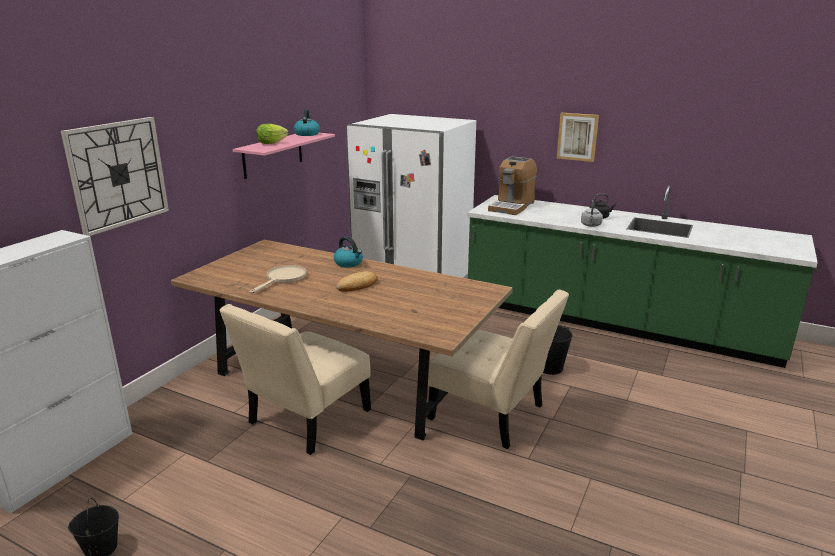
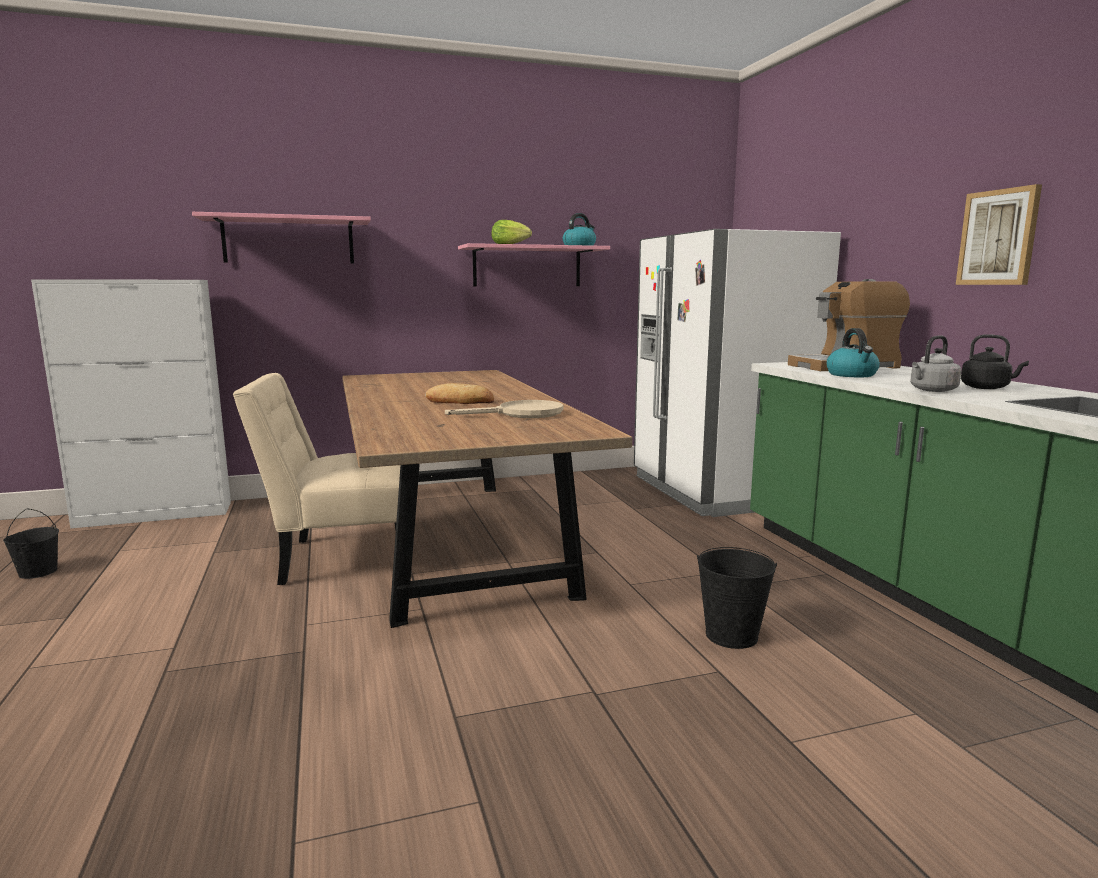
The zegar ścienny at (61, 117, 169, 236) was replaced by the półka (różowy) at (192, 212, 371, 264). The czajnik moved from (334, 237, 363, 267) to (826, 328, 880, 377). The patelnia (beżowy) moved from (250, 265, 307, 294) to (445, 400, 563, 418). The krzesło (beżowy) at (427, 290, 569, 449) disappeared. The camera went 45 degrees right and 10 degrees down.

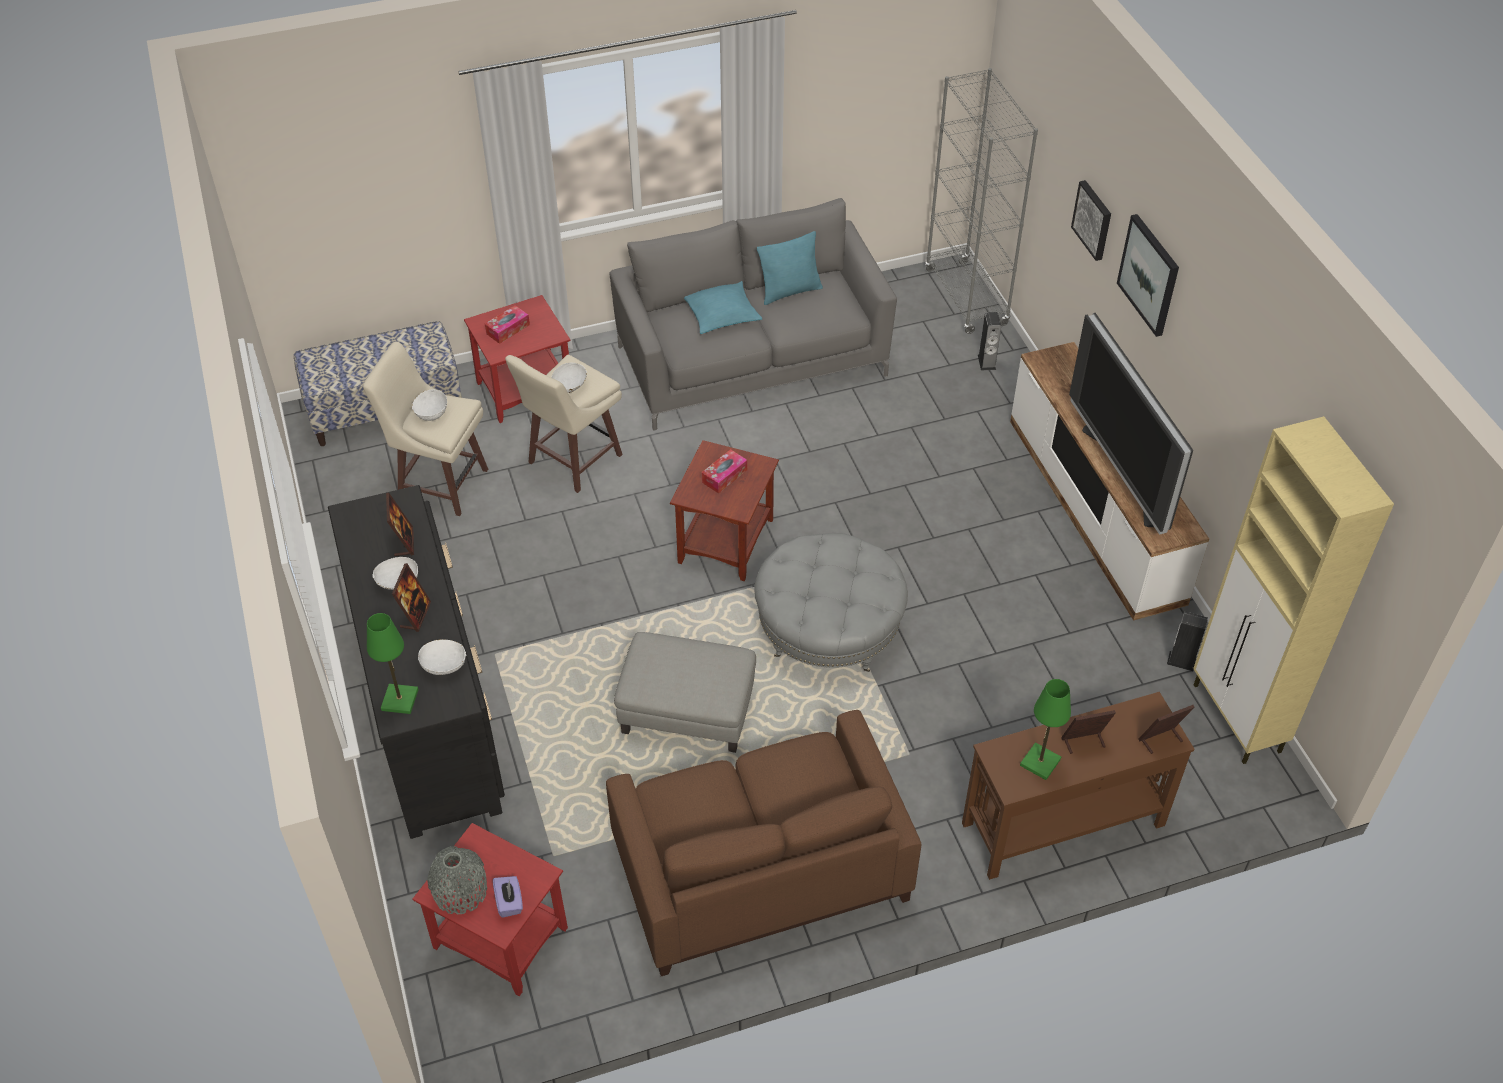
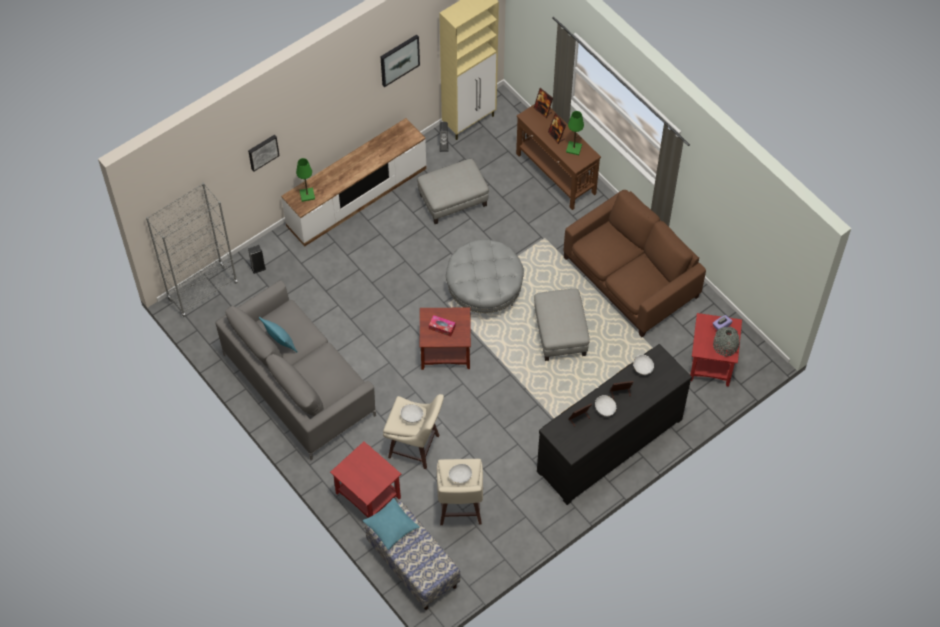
The obraz moved from (1117, 214, 1179, 337) to (380, 35, 420, 87). The poduszka (turkusowy) moved from (684, 281, 762, 334) to (363, 498, 419, 550). The pudełko chusteczek at (485, 305, 530, 344) disappeared. The telewizor at (1069, 313, 1193, 535) disappeared. The lampa stołowa (zielony) moved from (367, 613, 419, 714) to (296, 158, 315, 202). The pufa (szary) at (417, 159, 489, 224) appeared. The camera went 110 degrees left and 10 degrees up.

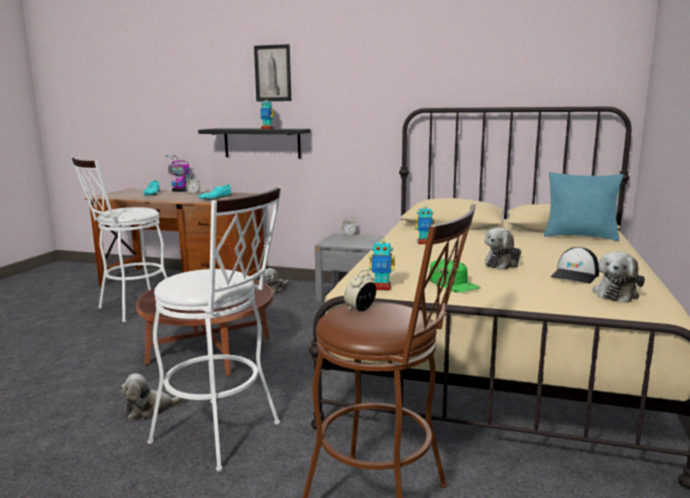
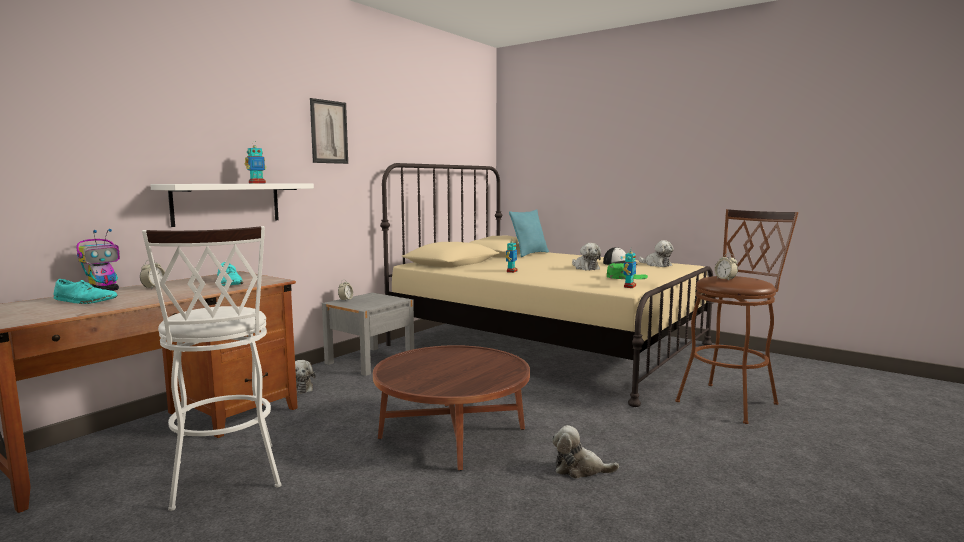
The obraz moved from (254, 44, 291, 101) to (310, 98, 348, 164). The półka (czarny) at (198, 129, 310, 159) became the półka (biały) at (150, 183, 314, 227). The stołek (biały) at (147, 187, 282, 471) disappeared. The pluszak at (120, 374, 185, 420) turned 105 degrees clockwise. The camera went 70 degrees left and 5 degrees down.

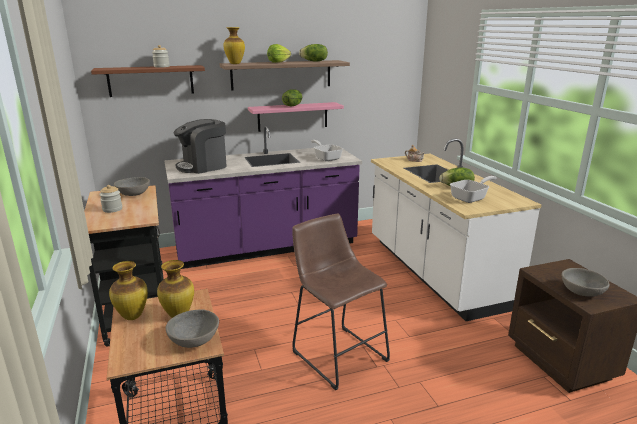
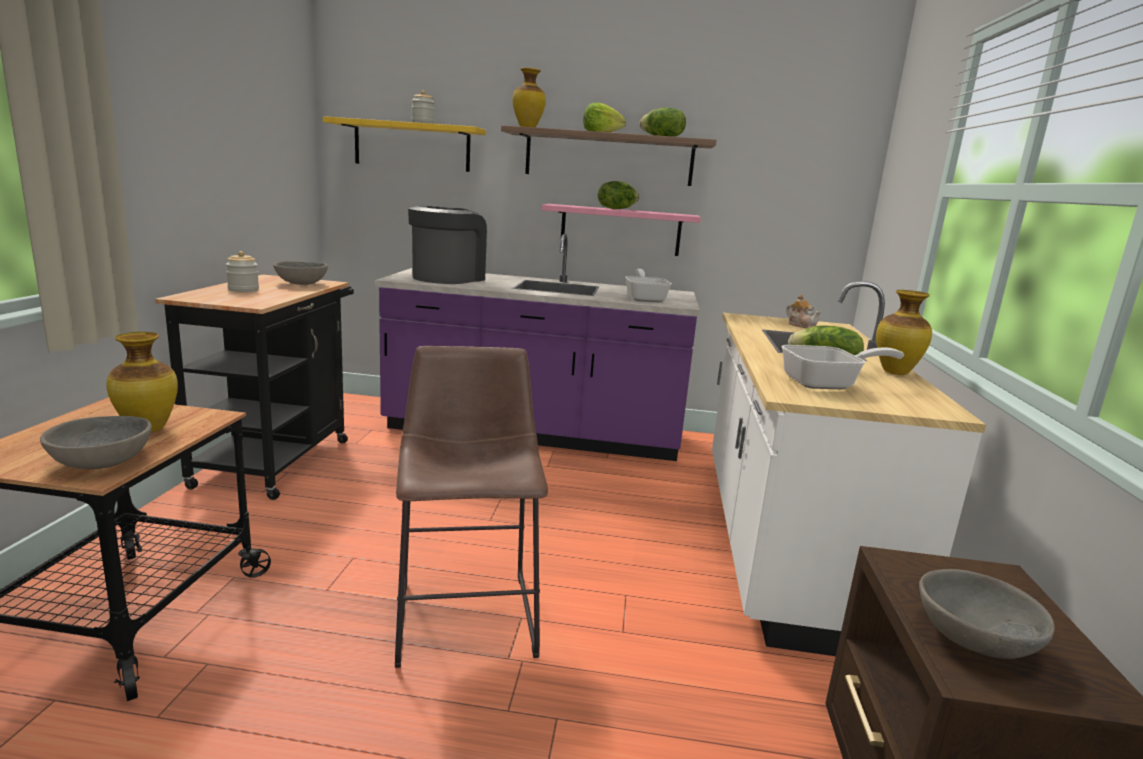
The półka (brązowy) at (91, 65, 205, 97) became the półka (żółty) at (323, 116, 486, 172). The ekspres do kawy at (174, 119, 226, 174) turned 120 degrees clockwise. The wazon moved from (109, 261, 148, 320) to (876, 290, 932, 375). The camera went 25 degrees right and 5 degrees down.

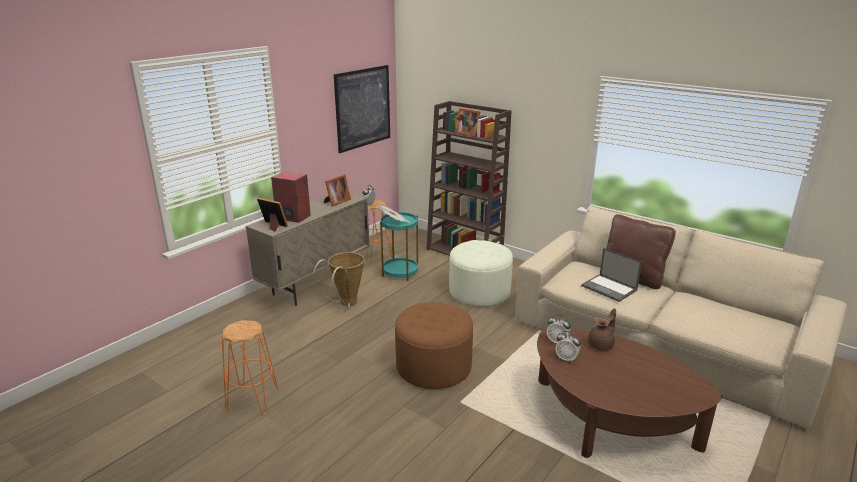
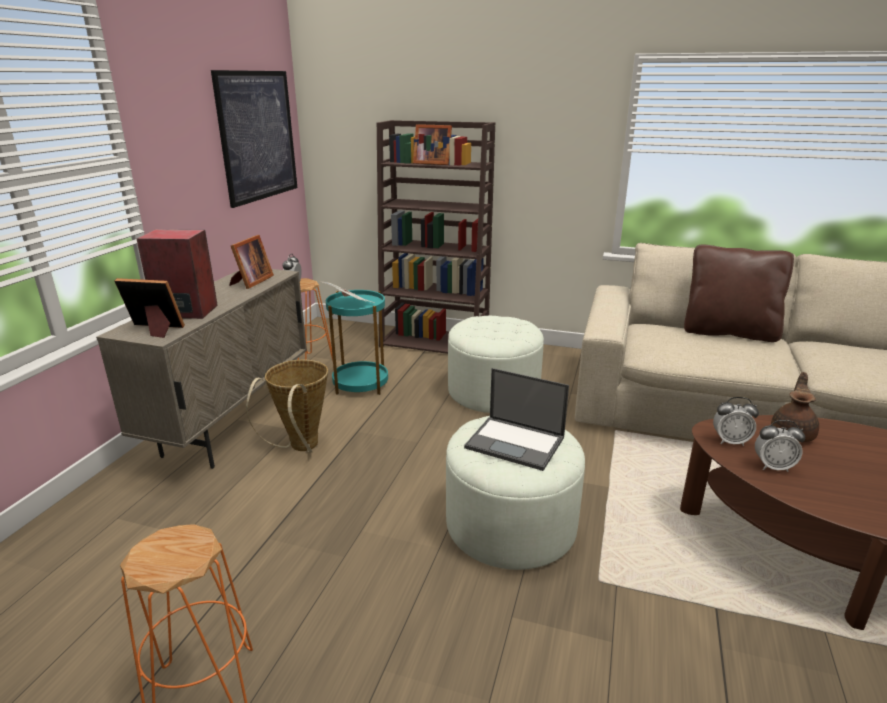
The laptop moved from (581, 248, 642, 302) to (464, 368, 569, 471). The pufa (brązowy) at (395, 302, 473, 389) became the pufa (biały) at (446, 416, 585, 570). The camera went 20 degrees left and 0 degrees up.

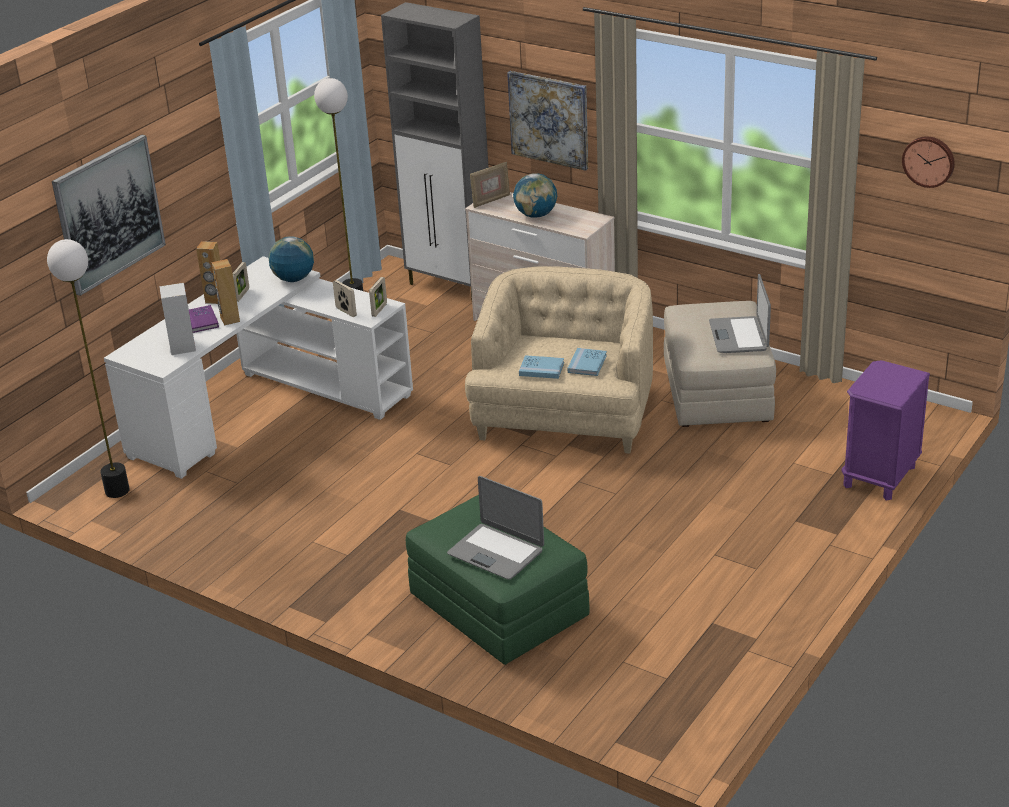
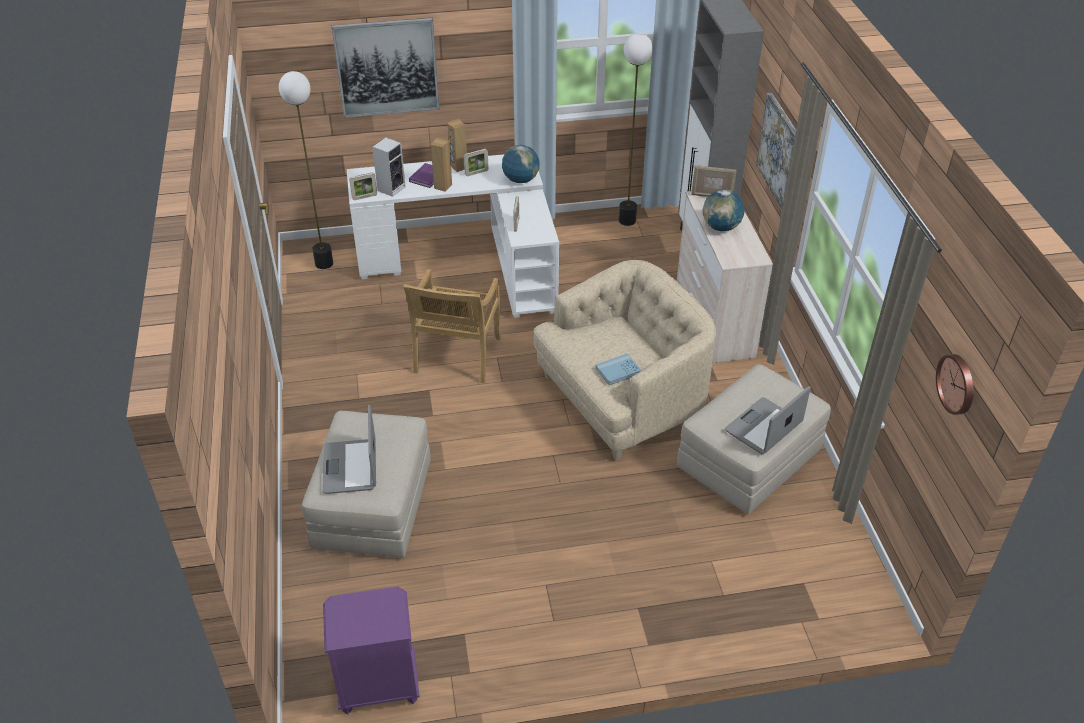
The ramka na zdjęcie moved from (369, 277, 387, 317) to (349, 173, 377, 200). The książka (niebieski) at (519, 355, 564, 379) disappeared. The szafka nocna (fioletowy) moved from (841, 360, 930, 500) to (323, 587, 420, 715). The pufa (zielony) at (406, 495, 589, 665) became the pufa (beżowy) at (302, 411, 431, 558). The krzesło (beżowy) at (403, 269, 501, 383) appeared. The camera went 45 degrees right and 10 degrees up.

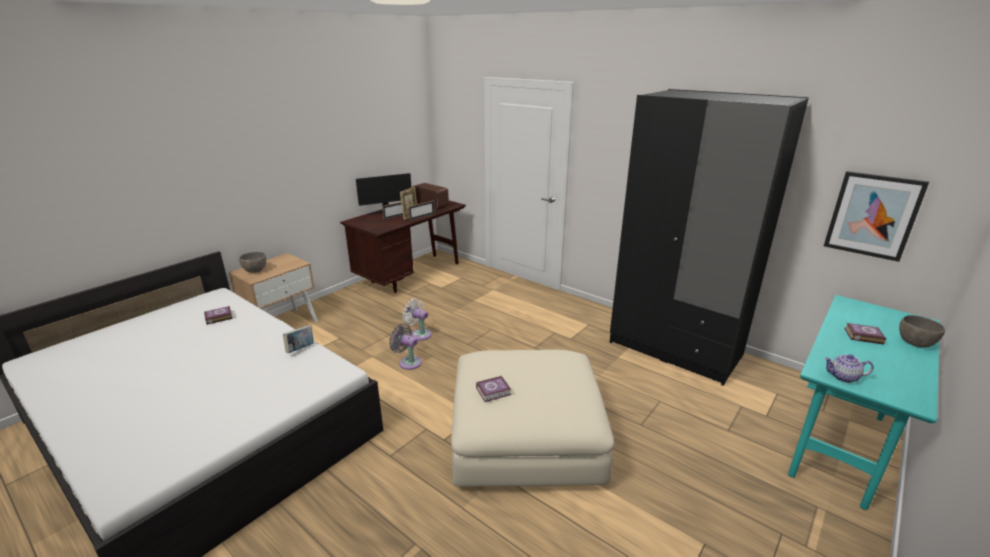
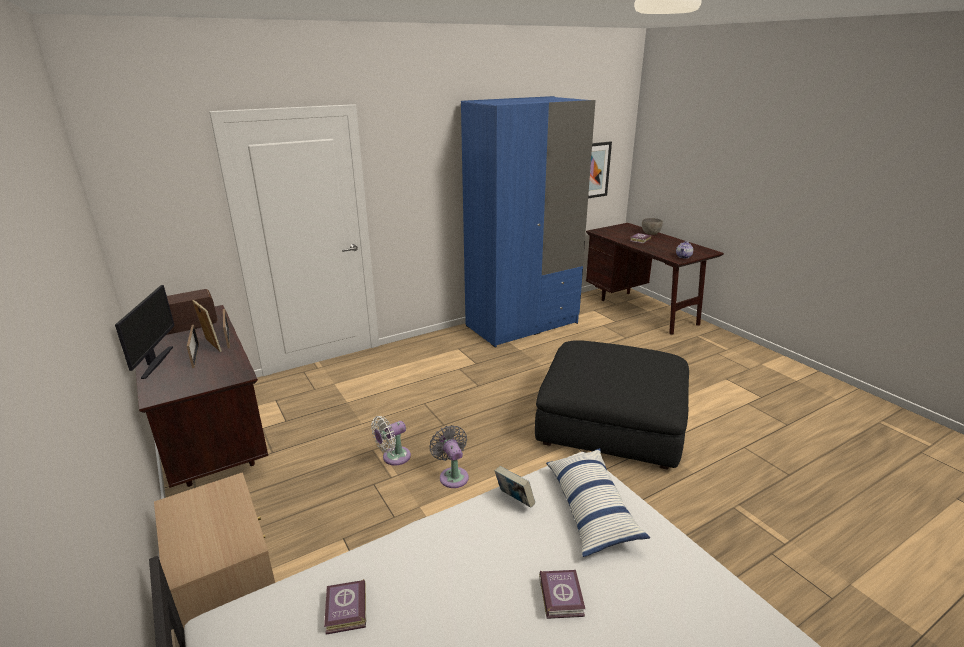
The szafa (czarny) at (609, 89, 809, 386) became the szafa (niebieski) at (461, 96, 596, 348). The miska (szary) at (239, 252, 266, 273) disappeared. The biurko (turkusowy) at (788, 295, 940, 510) became the biurko (brązowy) at (586, 223, 724, 335). The wentylator (szary) at (389, 324, 422, 370) turned 105 degrees clockwise. The pufa (beżowy) at (451, 350, 614, 487) became the pufa (czarny) at (535, 340, 689, 470). The książka moved from (476, 376, 511, 402) to (539, 570, 585, 619). The poduszka at (546, 448, 650, 557) appeared. The camera went 70 degrees left and 0 degrees up.

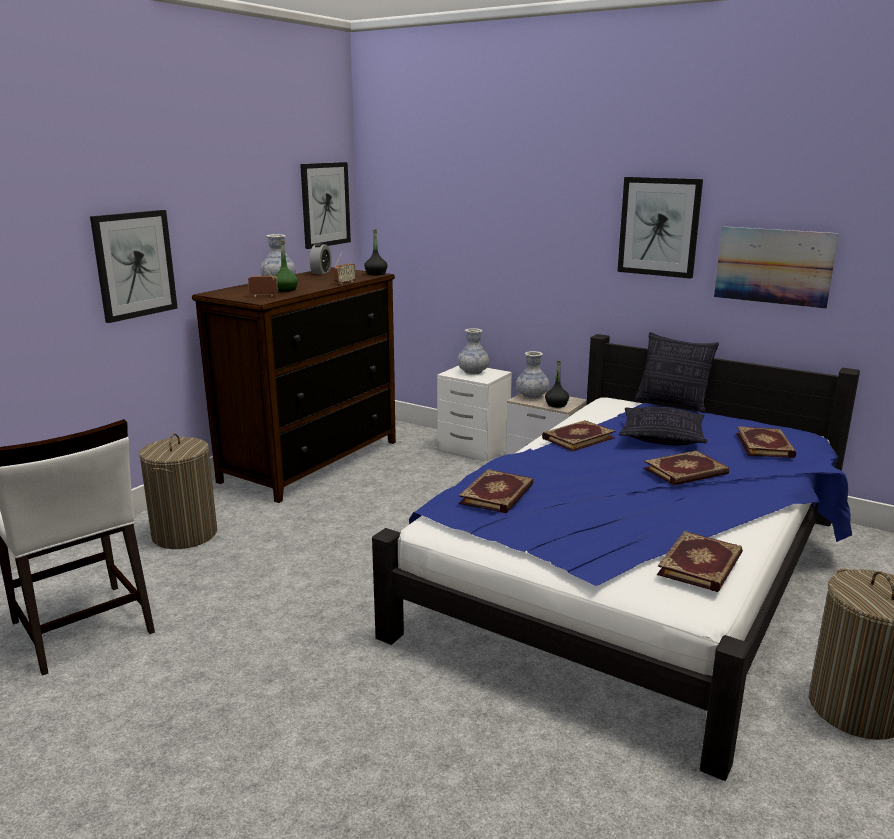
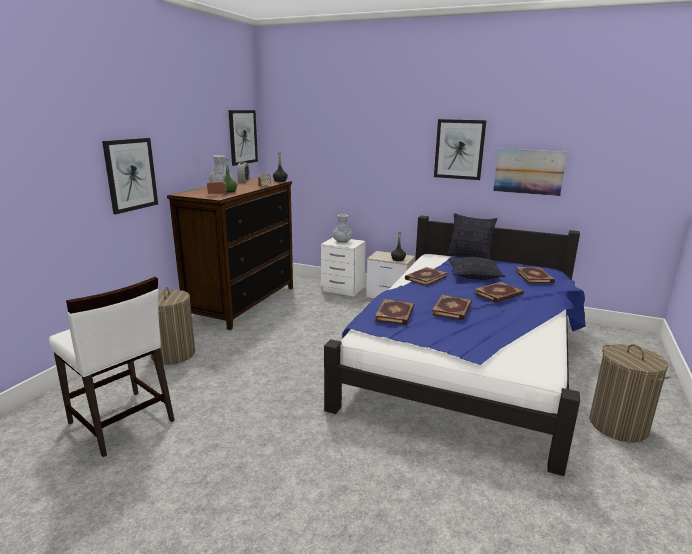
The wazon at (516, 351, 549, 399) disappeared. The książka moved from (657, 531, 743, 592) to (432, 295, 472, 320). The camera went 10 degrees left and 0 degrees up.

